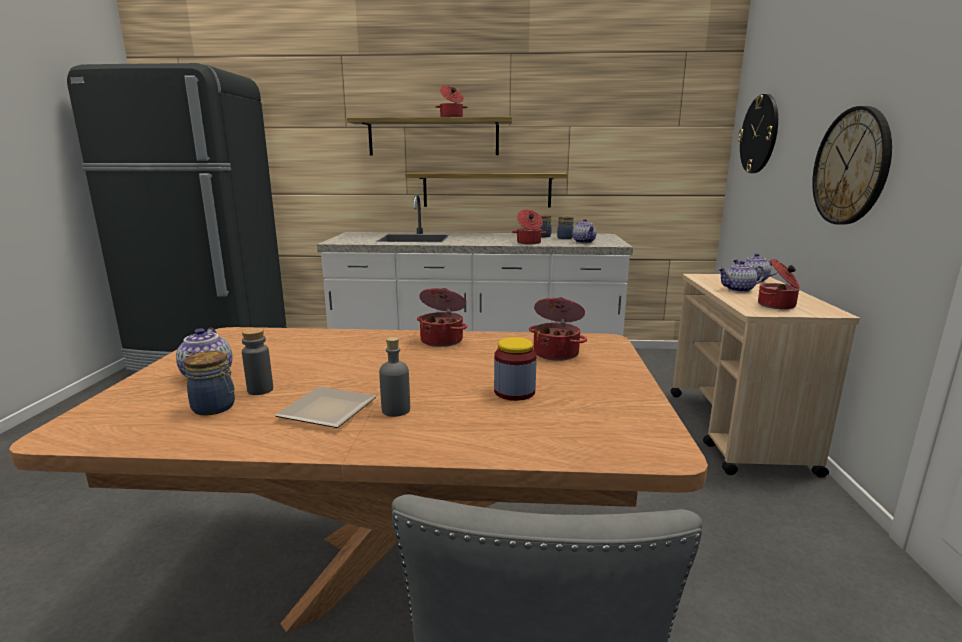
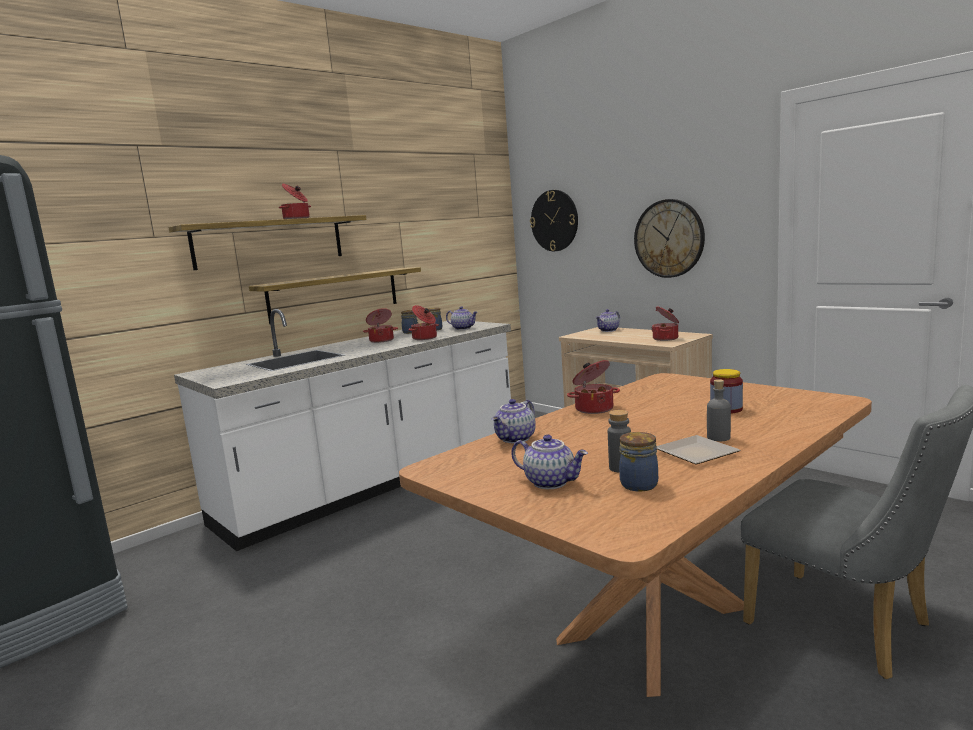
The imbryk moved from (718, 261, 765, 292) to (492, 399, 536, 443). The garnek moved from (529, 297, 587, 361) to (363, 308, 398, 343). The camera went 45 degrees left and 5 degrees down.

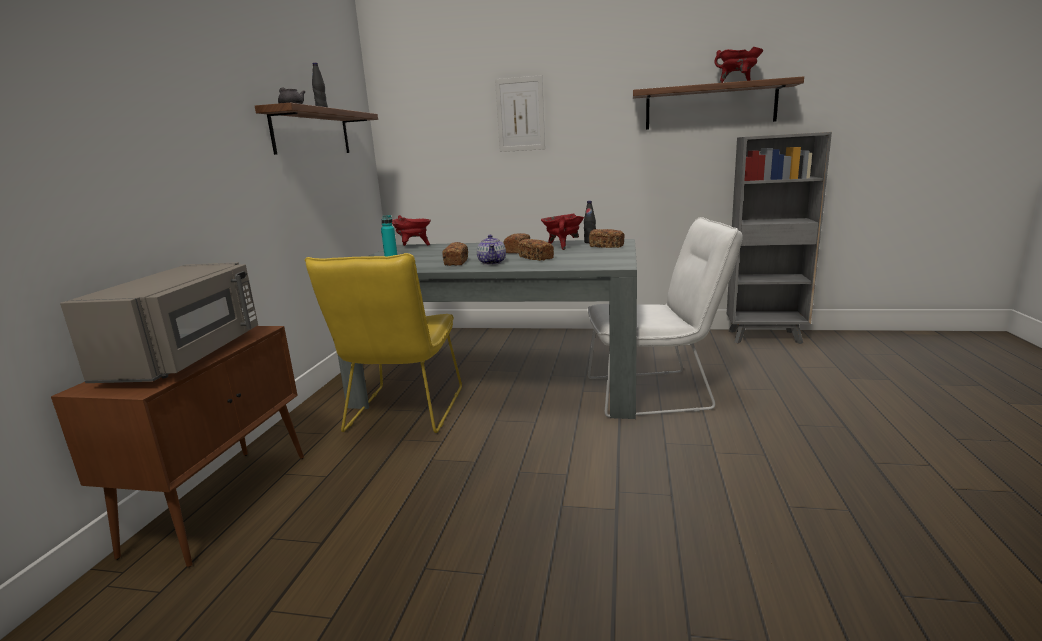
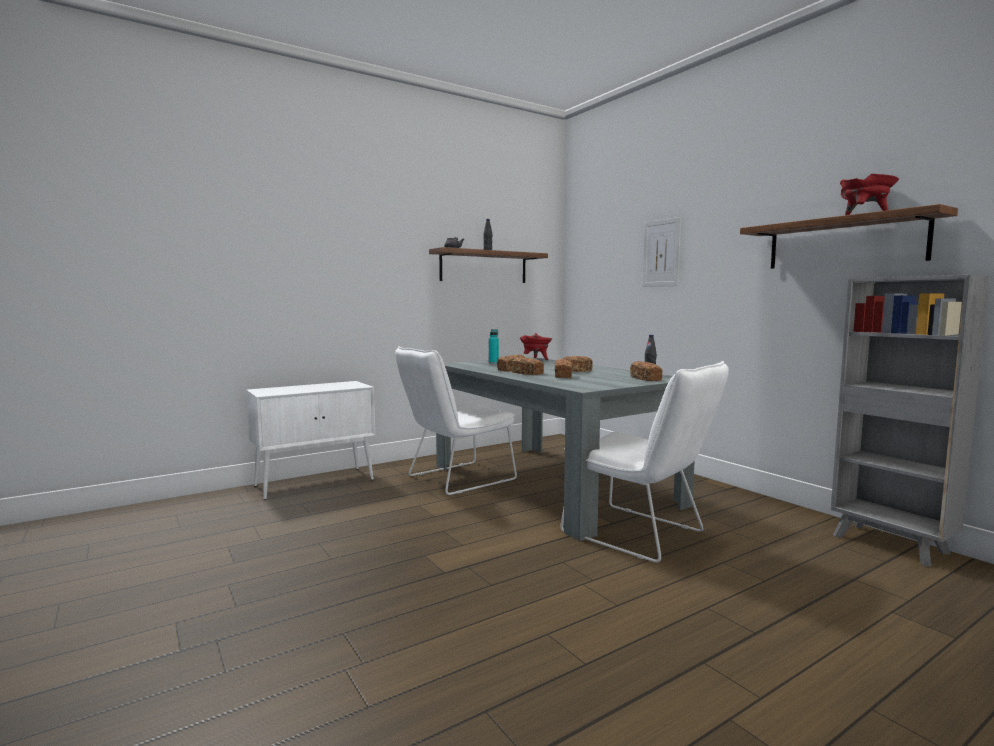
The garnek (czerwony) at (541, 213, 584, 250) disappeared. The imbryk at (477, 235, 506, 265) was replaced by the chleb at (511, 357, 544, 375). The krzesło (żółty) at (305, 253, 462, 433) became the krzesło (biały) at (395, 346, 517, 495). The mikrofalówka (szary) at (60, 262, 258, 383) disappeared. The szafka (brązowy) at (51, 326, 304, 567) became the szafka (biały) at (246, 381, 375, 500). The camera went 45 degrees right and 10 degrees down.

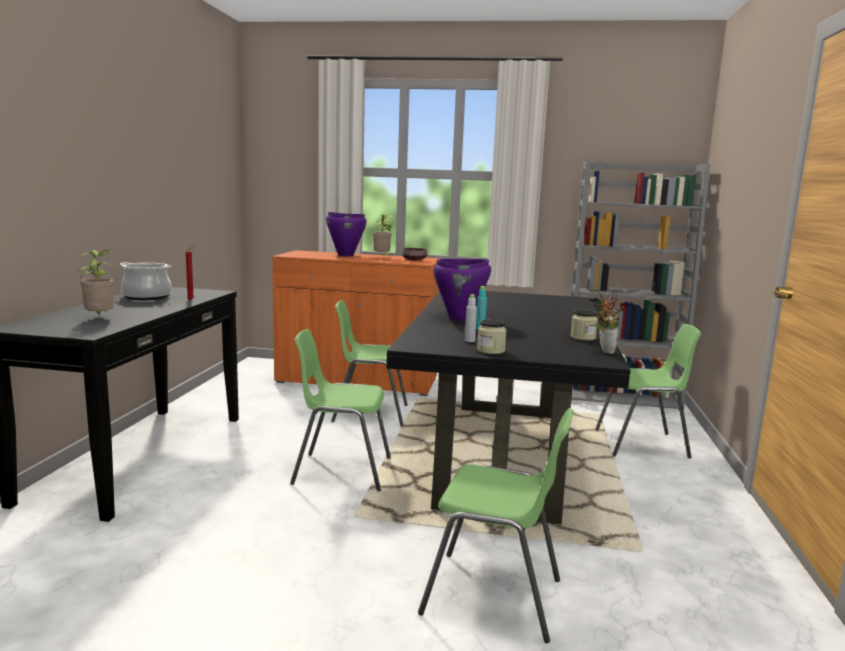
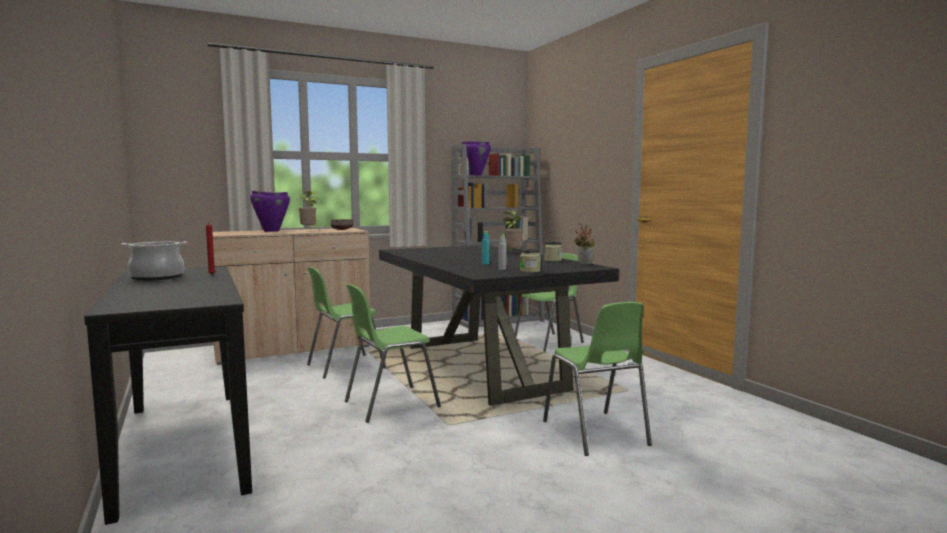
The roślina doniczkowa moved from (79, 250, 114, 315) to (503, 211, 524, 250). The szafka (pomarańczowy) at (272, 250, 442, 396) became the szafka (beżowy) at (212, 228, 370, 365). The garnek (fioletowy) moved from (433, 259, 491, 321) to (460, 141, 491, 175). The krzesło (zielony) at (418, 408, 574, 643) turned 90 degrees clockwise. The camera went 35 degrees left and 5 degrees down.

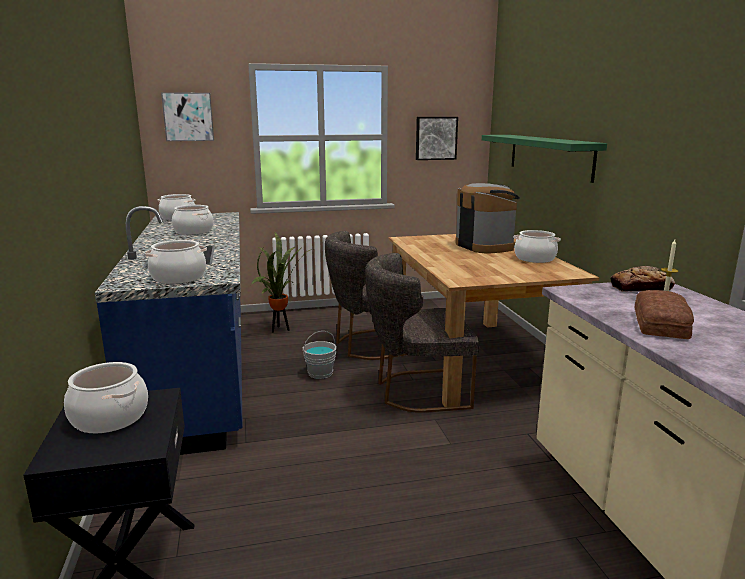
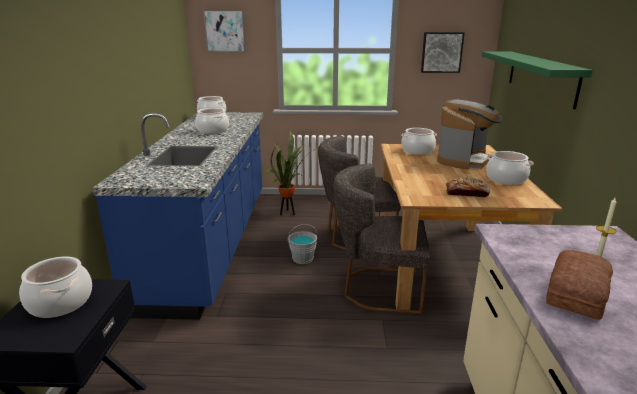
The ekspres do kawy at (455, 183, 520, 254) turned 45 degrees clockwise. The garnek moved from (144, 240, 207, 284) to (401, 128, 437, 155). The chleb moved from (610, 266, 675, 291) to (446, 177, 490, 197). The camera went 15 degrees right and 5 degrees up.

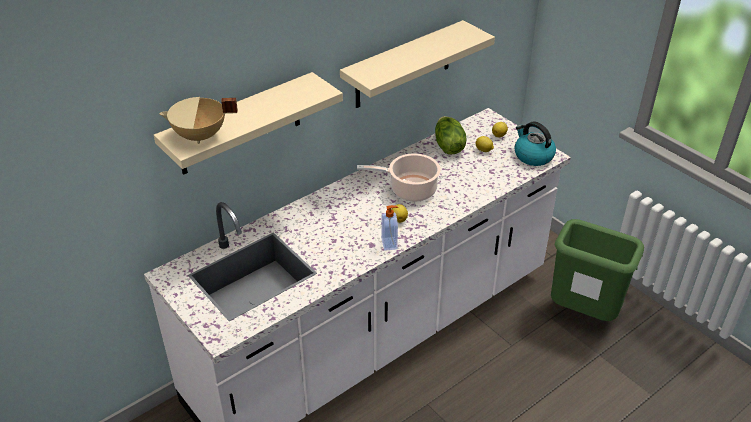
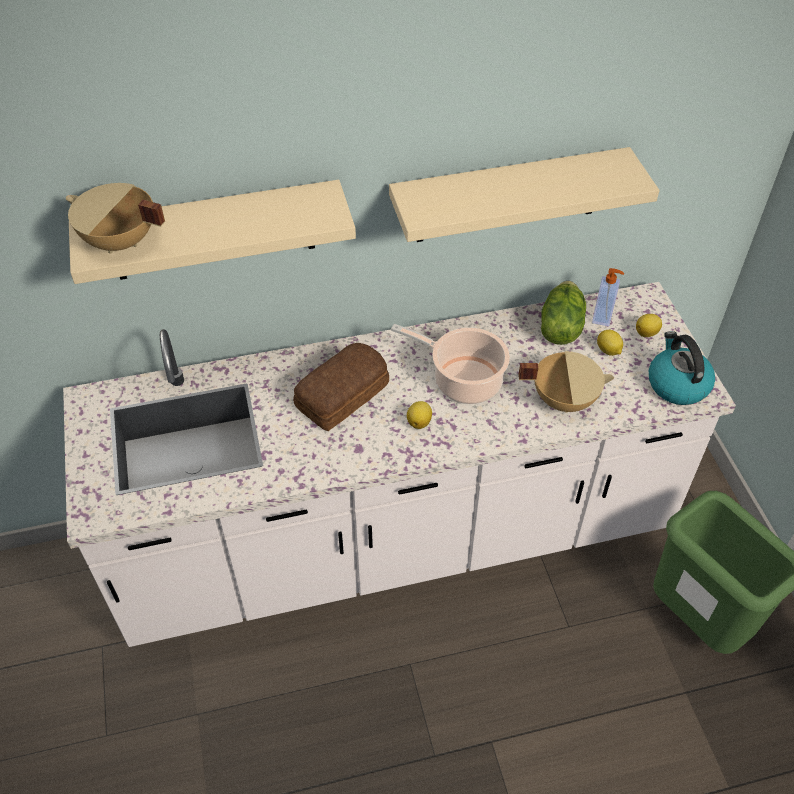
The dozownik mydła moved from (381, 205, 398, 251) to (592, 268, 624, 326). The chleb at (293, 343, 389, 431) appeared. The garnek (beżowy) at (518, 351, 614, 413) appeared. The camera went 25 degrees right and 10 degrees up.

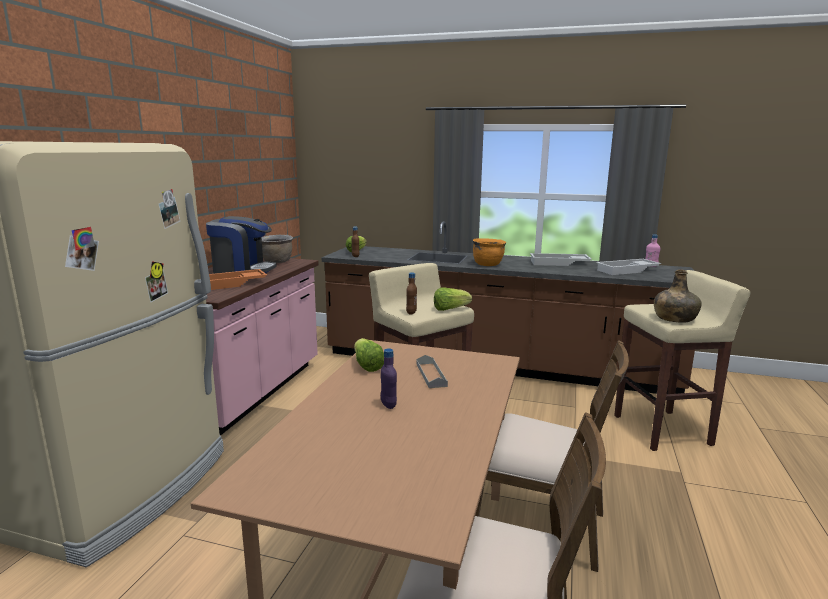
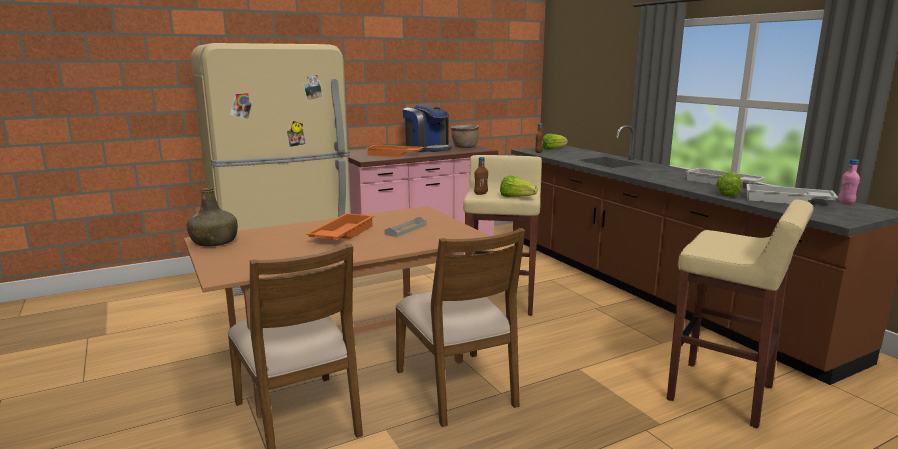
The garnek (pomarańczowy) at (473, 238, 506, 266) disappeared. The butelka (zielony) moved from (654, 270, 702, 323) to (186, 188, 238, 247). The sałata moved from (354, 338, 384, 372) to (716, 172, 741, 197). The butelka (fioletowy) at (381, 349, 397, 409) was replaced by the taca (pomarańczowy) at (306, 213, 374, 240). The camera went 45 degrees right and 0 degrees up.

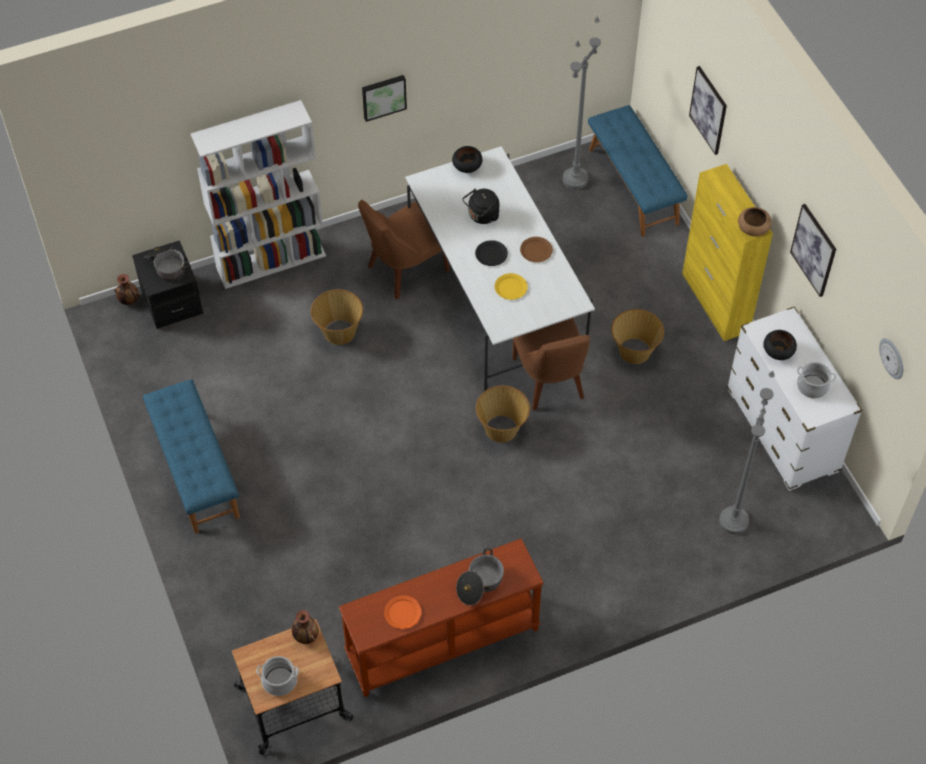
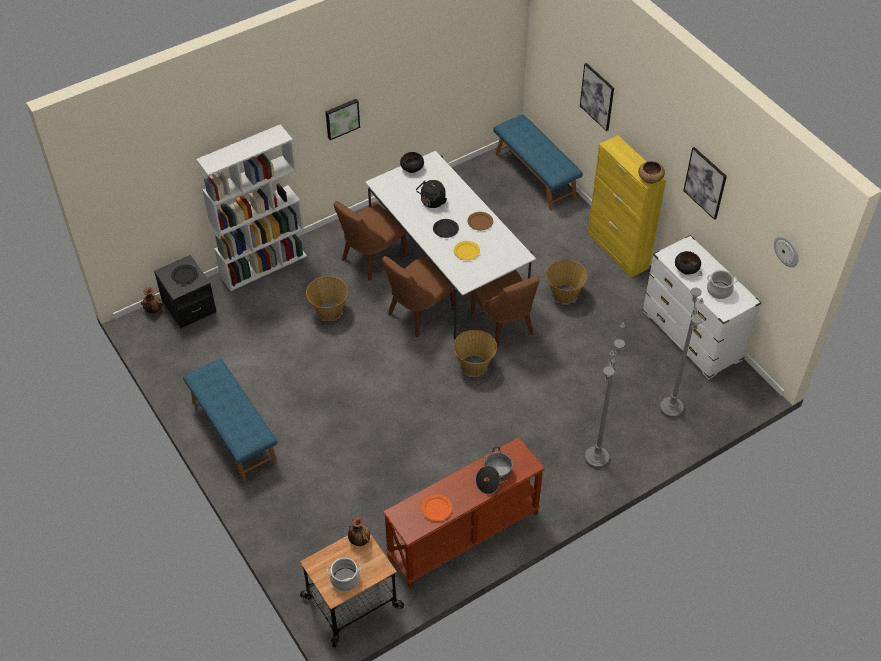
The lampa stojąca (szary) moved from (563, 16, 601, 190) to (585, 323, 625, 469). The garnek at (144, 246, 189, 281) was replaced by the talerz (czarny) at (171, 264, 197, 284). The krzesło (brązowy) at (382, 255, 454, 337) appeared. The camera went 10 degrees left and 5 degrees down.

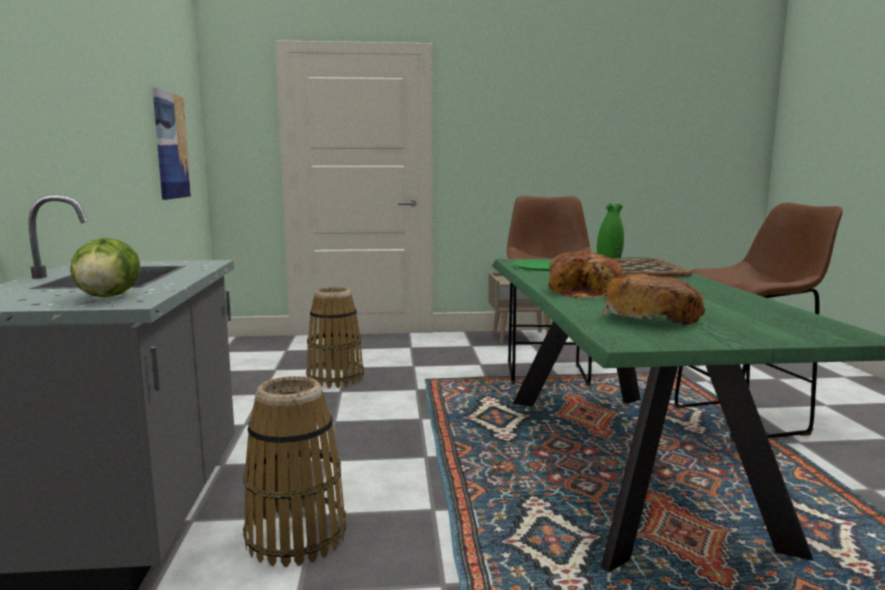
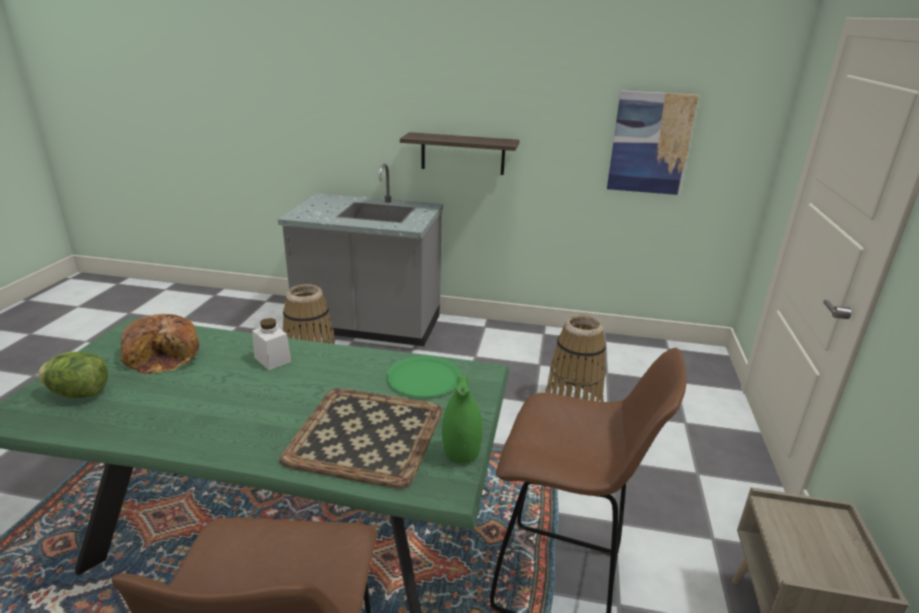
The sałata moved from (70, 238, 140, 297) to (38, 352, 108, 398). The chleb at (548, 252, 624, 298) was replaced by the słoik (biały) at (252, 318, 291, 370). The półka at (400, 132, 519, 175) appeared. The camera went 105 degrees right and 15 degrees up.

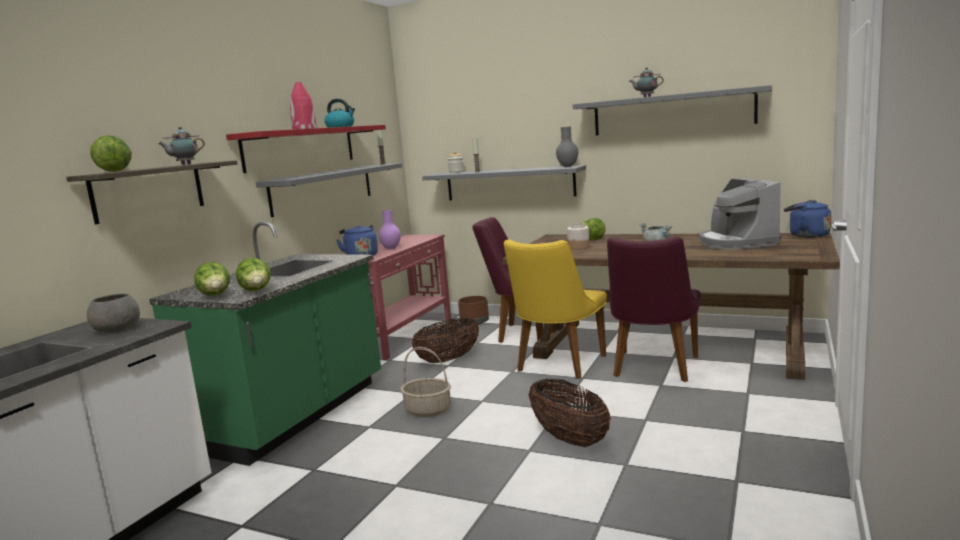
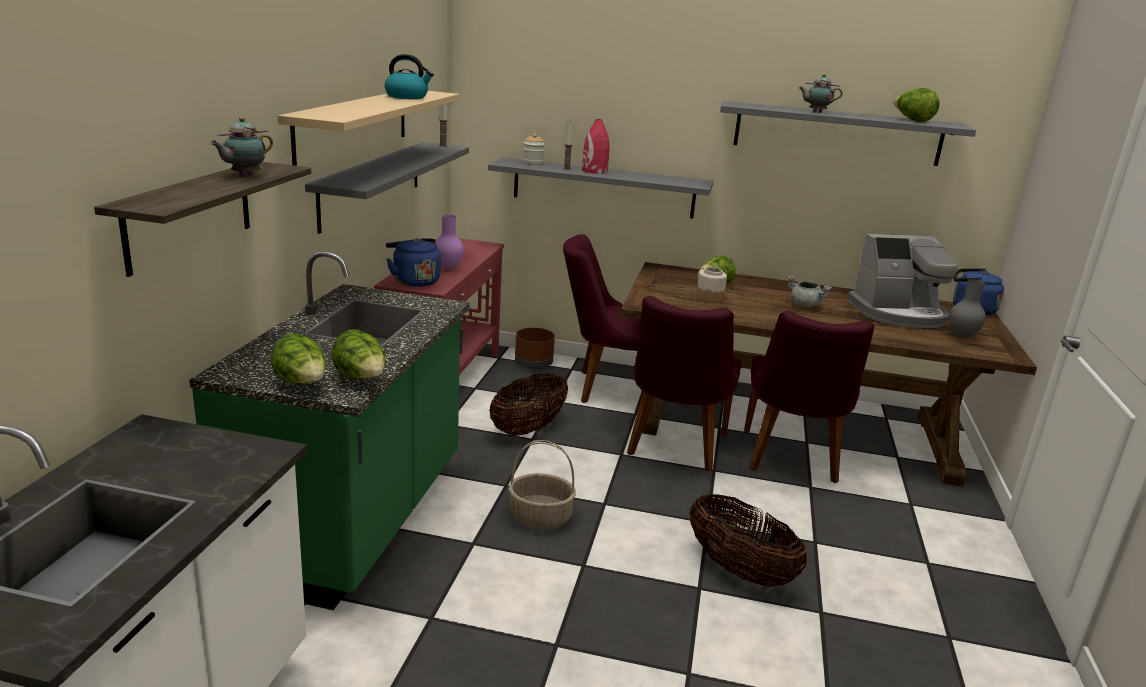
The wazon (czerwony) moved from (290, 82, 317, 129) to (582, 119, 610, 174). The półka (czerwony) at (226, 125, 386, 173) became the półka (beżowy) at (278, 91, 459, 166). The wazon (szary) moved from (556, 127, 578, 167) to (949, 279, 986, 339). The sałata moved from (90, 135, 132, 172) to (893, 88, 940, 122). The ekspres do kawy at (700, 178, 781, 250) turned 75 degrees counterclockwise. The krzesło (żółty) at (504, 239, 607, 379) became the krzesło (fioletowy) at (627, 296, 742, 471). The miska (szary) at (87, 294, 140, 333) disappeared. The camera went 15 degrees left and 10 degrees up.

